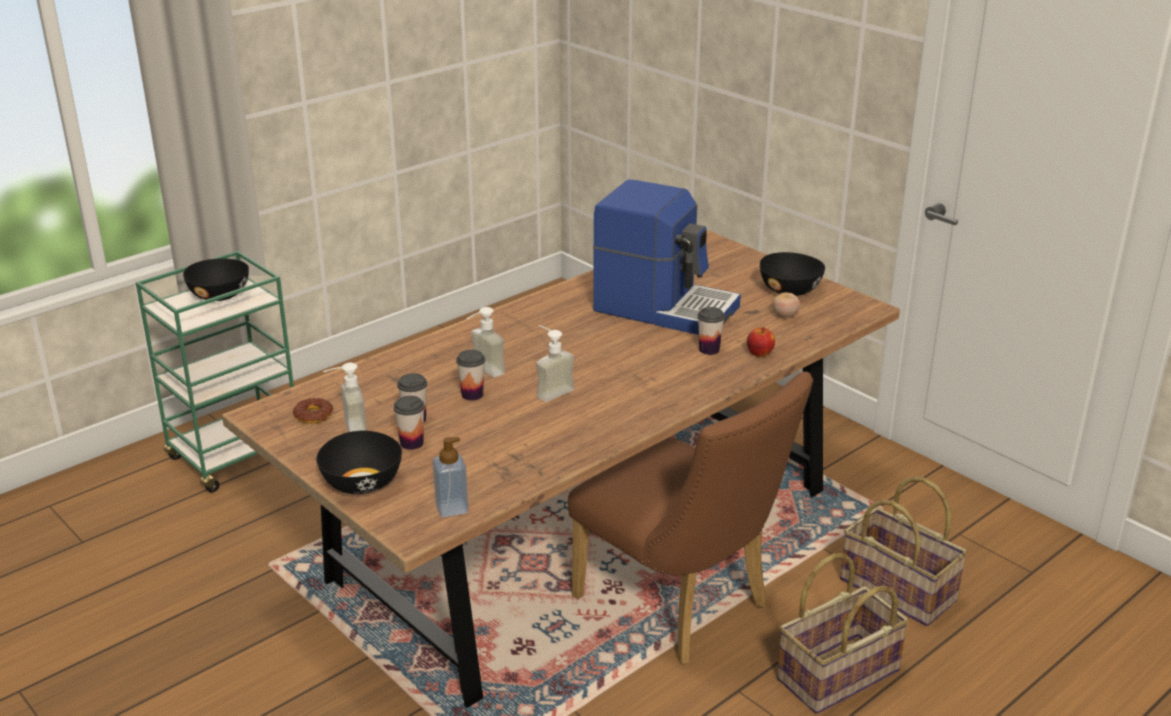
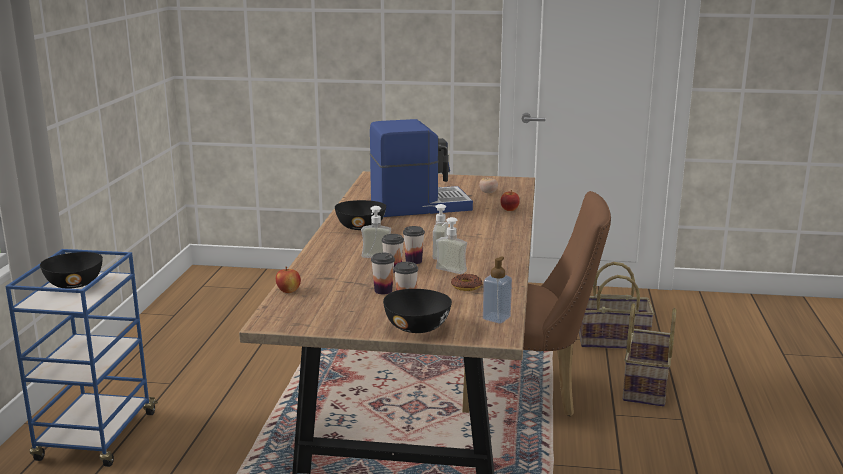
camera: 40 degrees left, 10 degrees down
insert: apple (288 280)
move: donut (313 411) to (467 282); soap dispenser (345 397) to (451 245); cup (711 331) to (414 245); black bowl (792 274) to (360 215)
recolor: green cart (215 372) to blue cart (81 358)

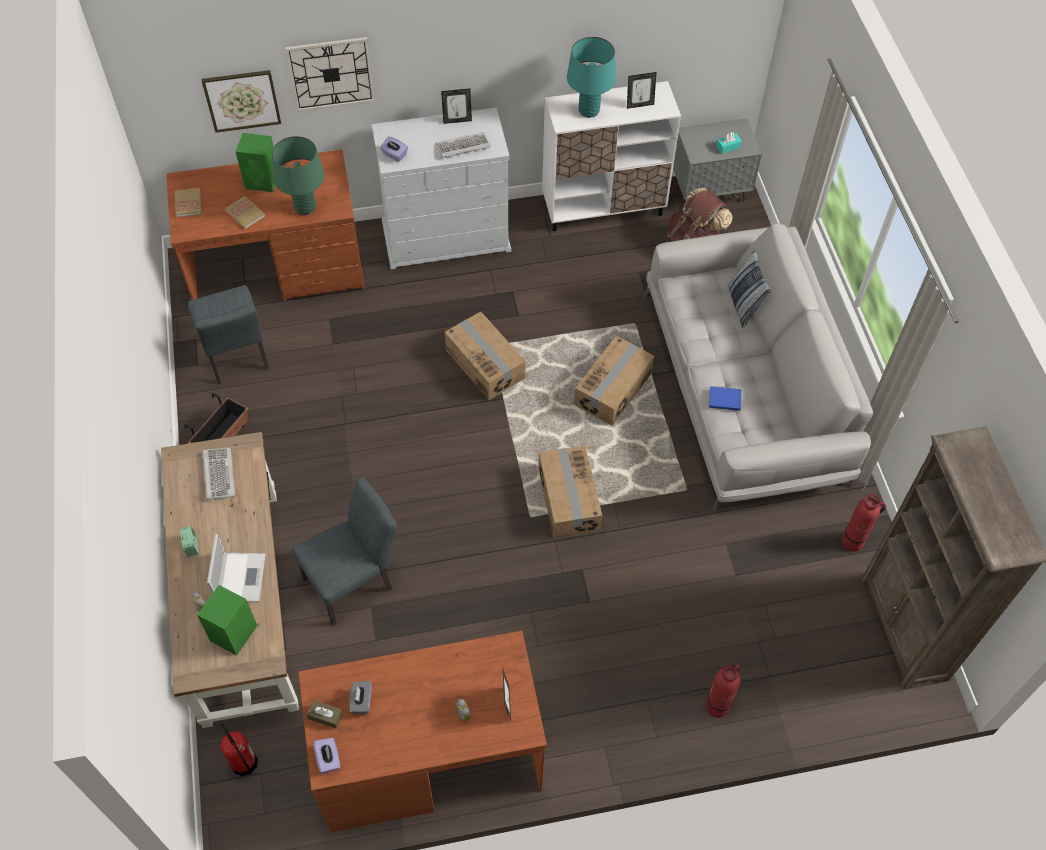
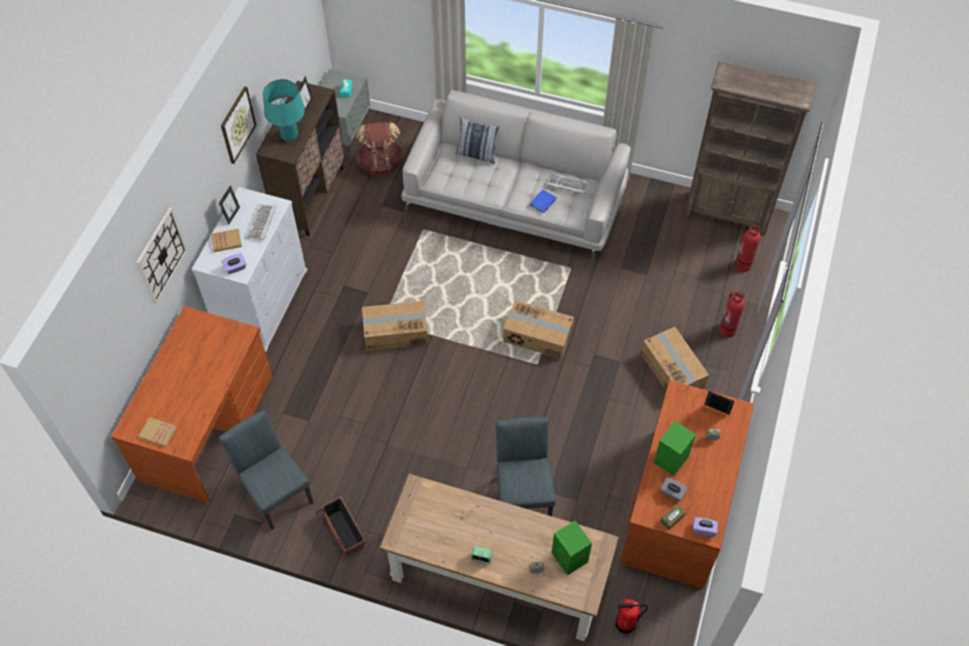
camera: 60 degrees left, 0 degrees up
delete: laptop (236 568); green table lamp (298 175)
move: picture (241 101) to (238 125); keyboard (218 473) to (568 184); book (245 212) to (226 240); green speaker (255 162) to (675 448); cardboard box (614 381) to (675 358); fire extinguisher (863 523) to (748 248)
recolor: white cabinet (611 156) to brown cabinet (300 158)
rotate: grey chair (228 334) = (266 470) 135 degrees counterclockwise

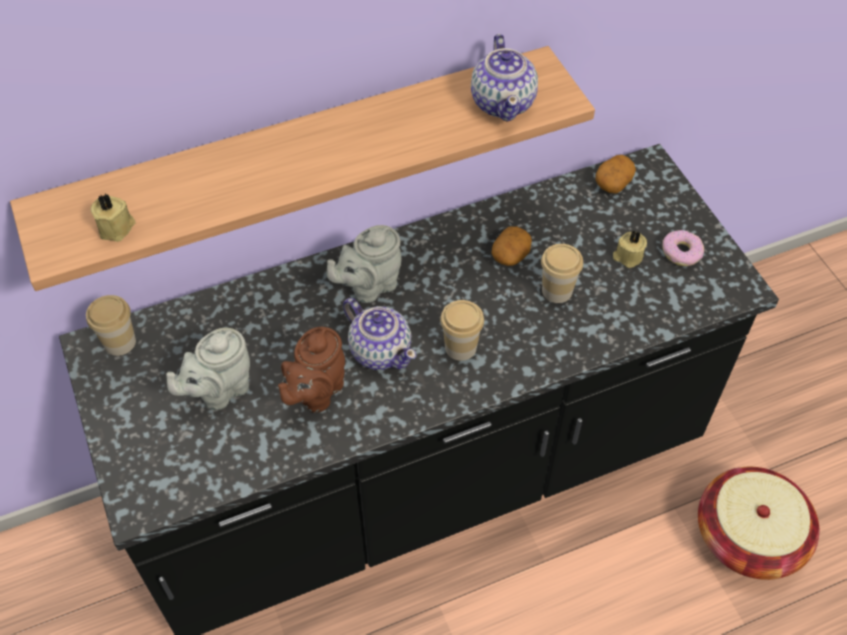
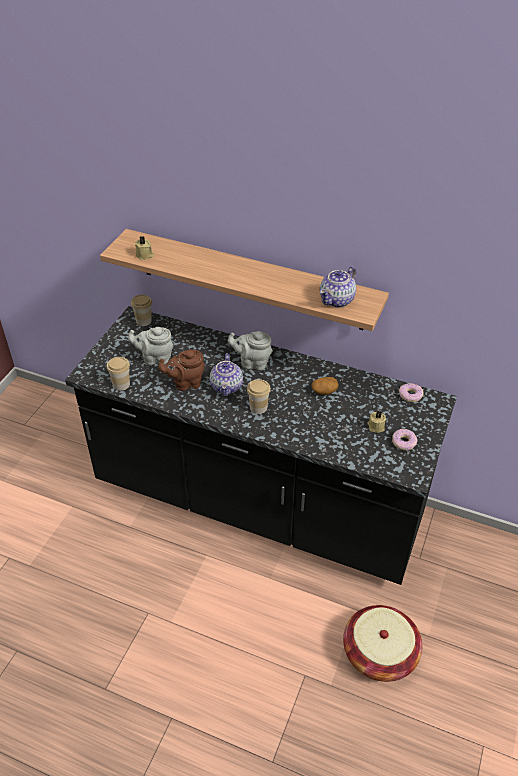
camera: 45 degrees right, 10 degrees down
move: cup (562 273) to (118 374)
replace: potato (615 174) to donut (411 392)

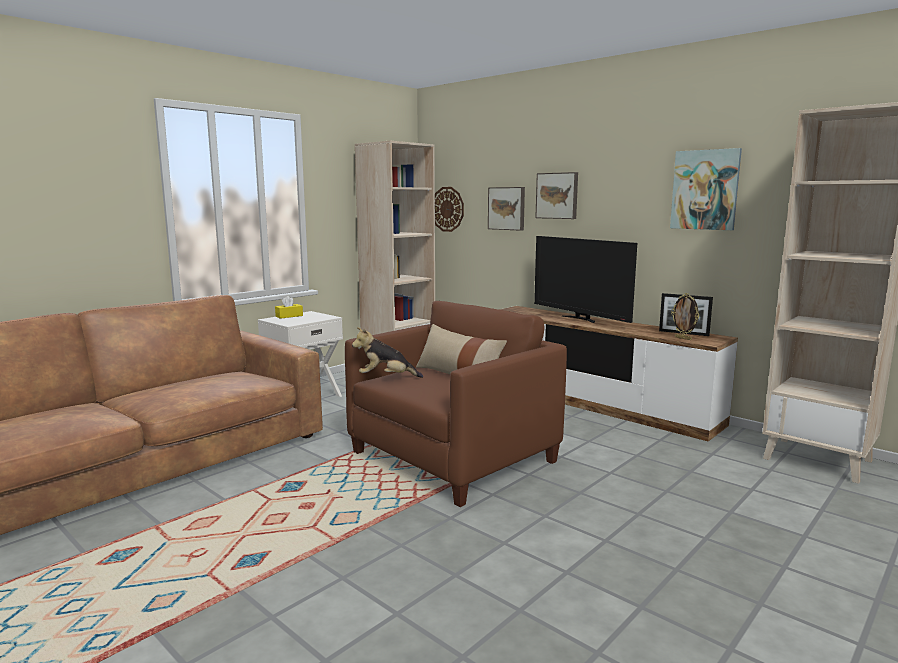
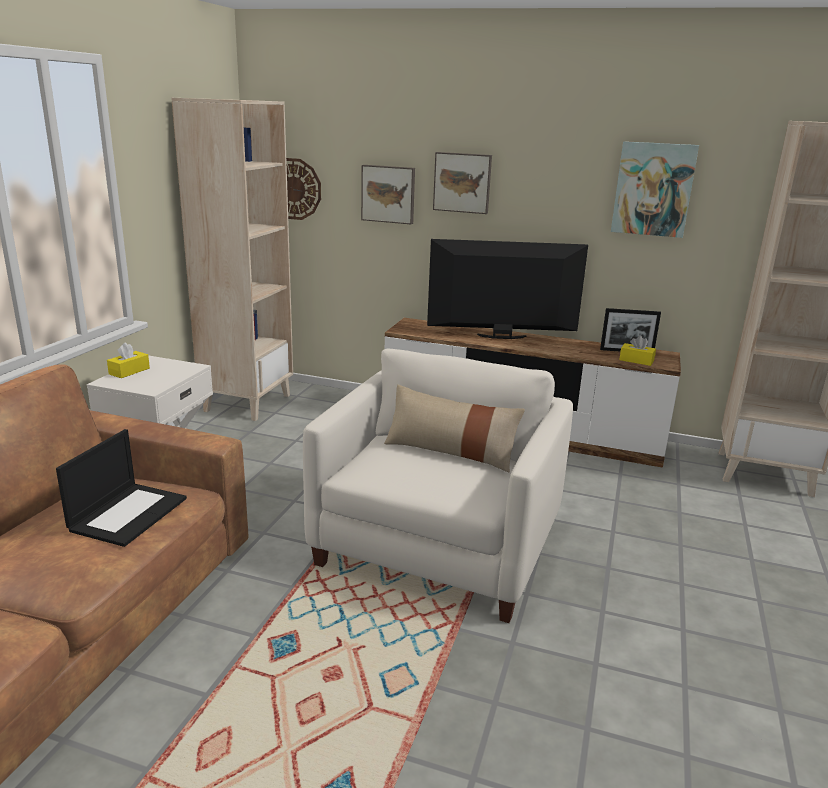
camera: 25 degrees left, 10 degrees up
delete: plush toy (387 352)
insert: laptop (121 488)
replace: picture frame (685 316) to yellow tissue box (637 351)
recolor: brown armchair (456 404) to white armchair (438 486)
rotate: television (585 279) = (507 289) 150 degrees clockwise

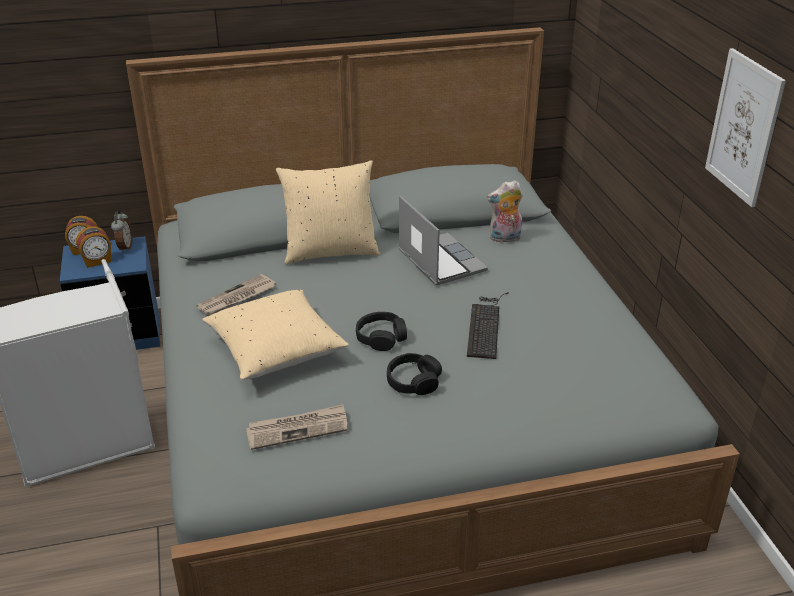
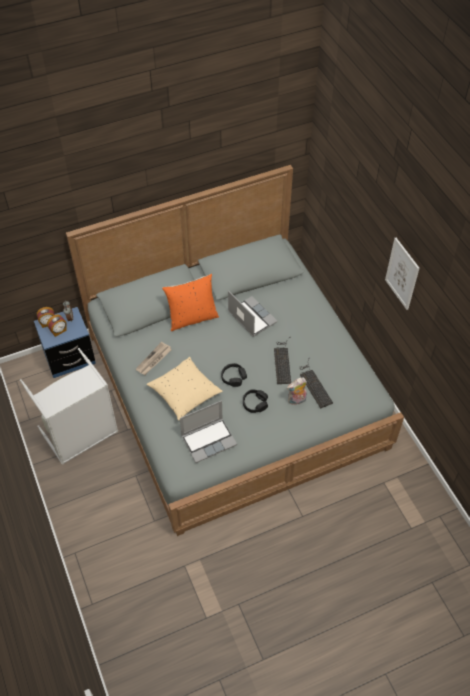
camera: 10 degrees left, 20 degrees up
insert: keyboard (316 383)
move: plush toy (505 211) to (297 391)
replace: newspaper (296 427) to laptop (208 431)
recolor: beige pillow (328 212) to orange pillow (190 302)

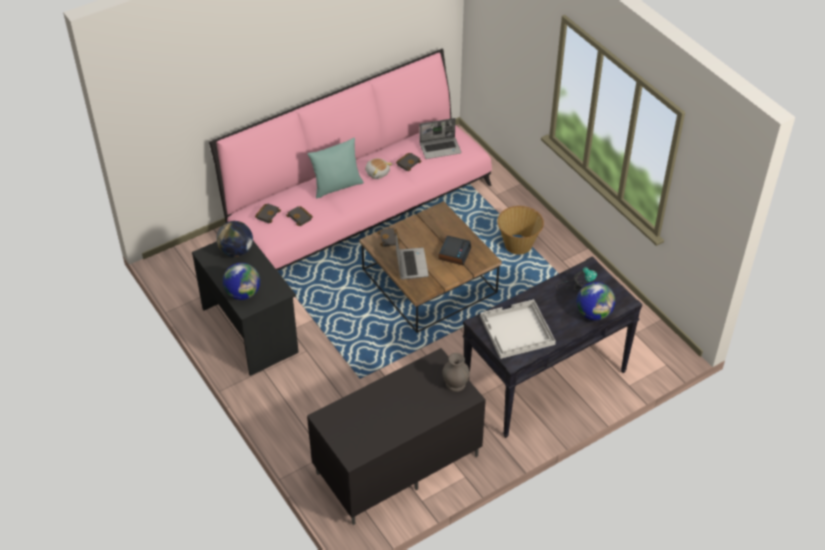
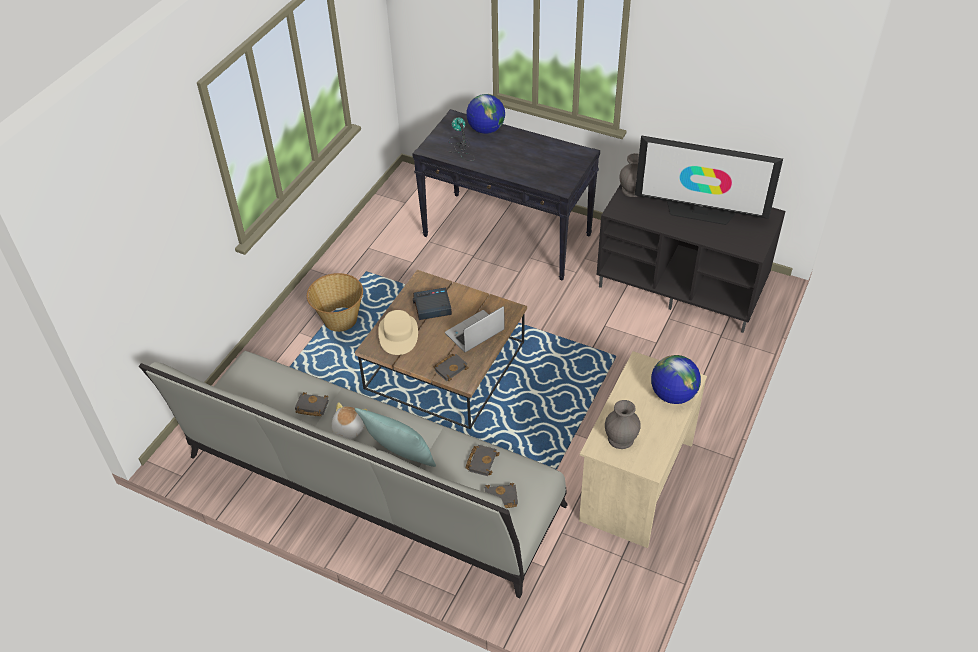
camera: 120 degrees left, 0 degrees up
delete: laptop (440 138); white tray (518 329)
insert: beige hat (398 332); television (709 180)
replace: globe (234 239) to grey vase (623 424)
recolor: black desk (245 308) to beige desk (643 449); pink sofa (350 160) to grey sofa (353 474)

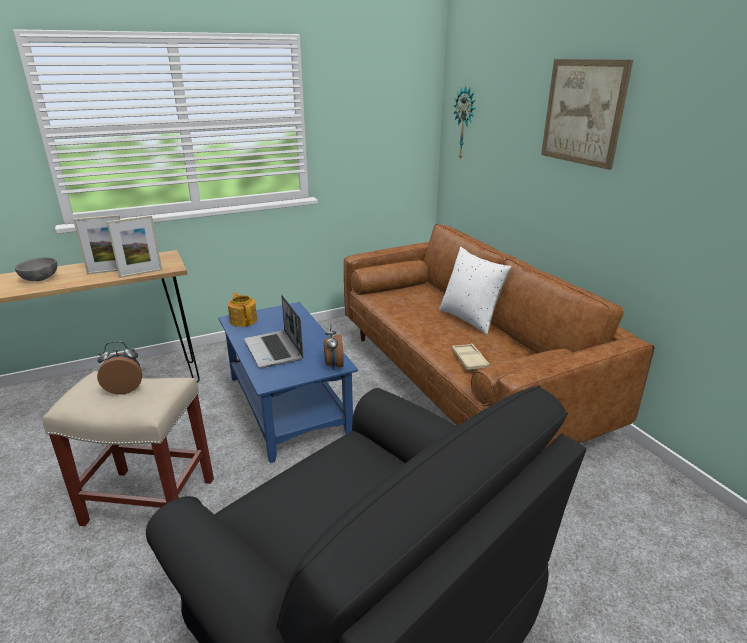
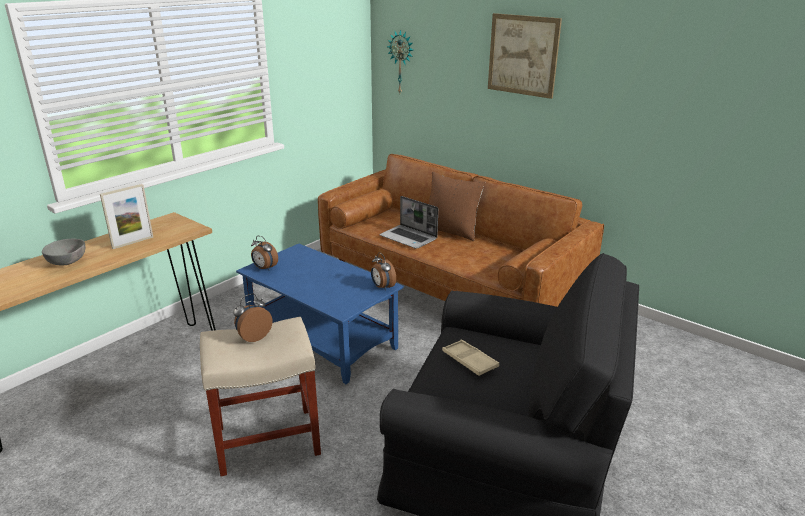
camera: 25 degrees left, 0 degrees up
delete: picture frame (134 246)
move: laptop (273 331) to (408 222); beige tray (470 357) to (470 357)
replace: teapot (242 309) to alarm clock (264 253)
recolor: white pillow (475 291) to brown pillow (457 206)

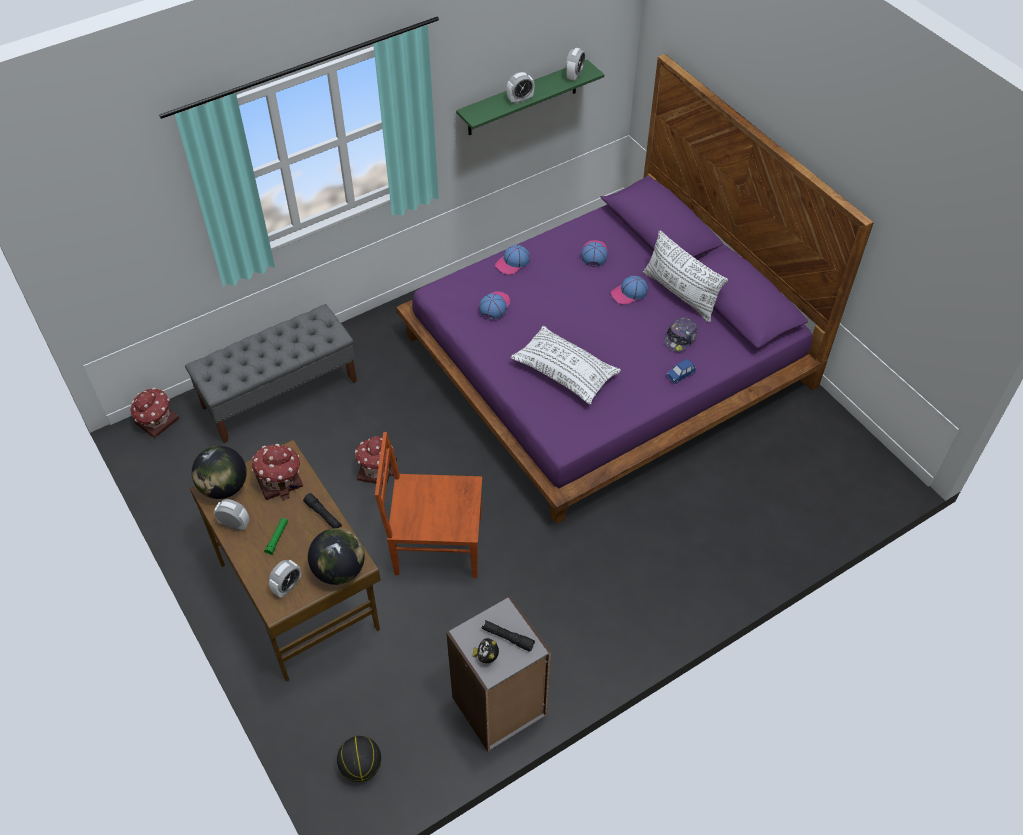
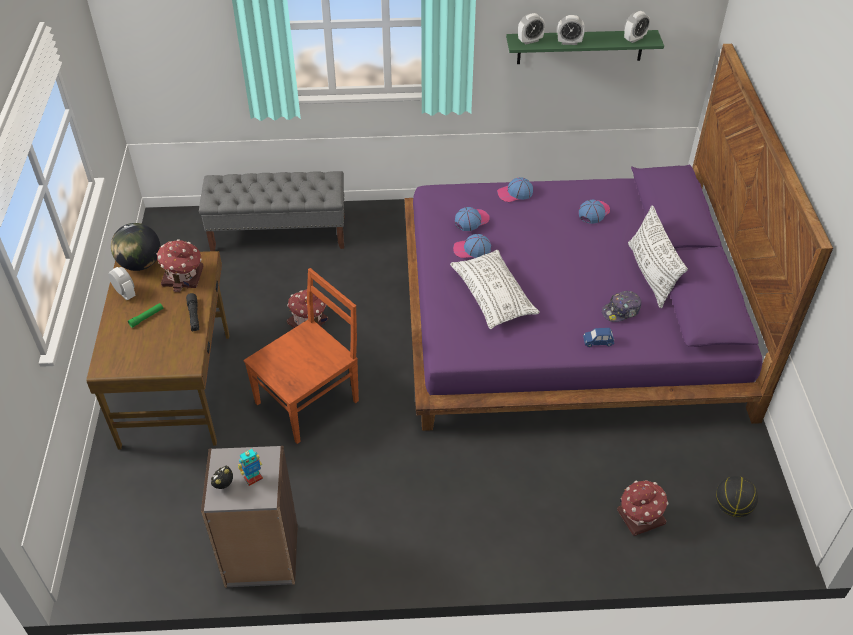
camera: 30 degrees right, 5 degrees down
delete: globe (336 556)
move: toy house (154 412) to (642 508); alarm clock (285 579) to (531 29); basketball (359 759) to (737 496); cap (629 290) to (472 246)
replace: black flashlight (508 636) to toy robot (250 467)
rotate: brown chair (428 505) = (301 356) 105 degrees clockwise

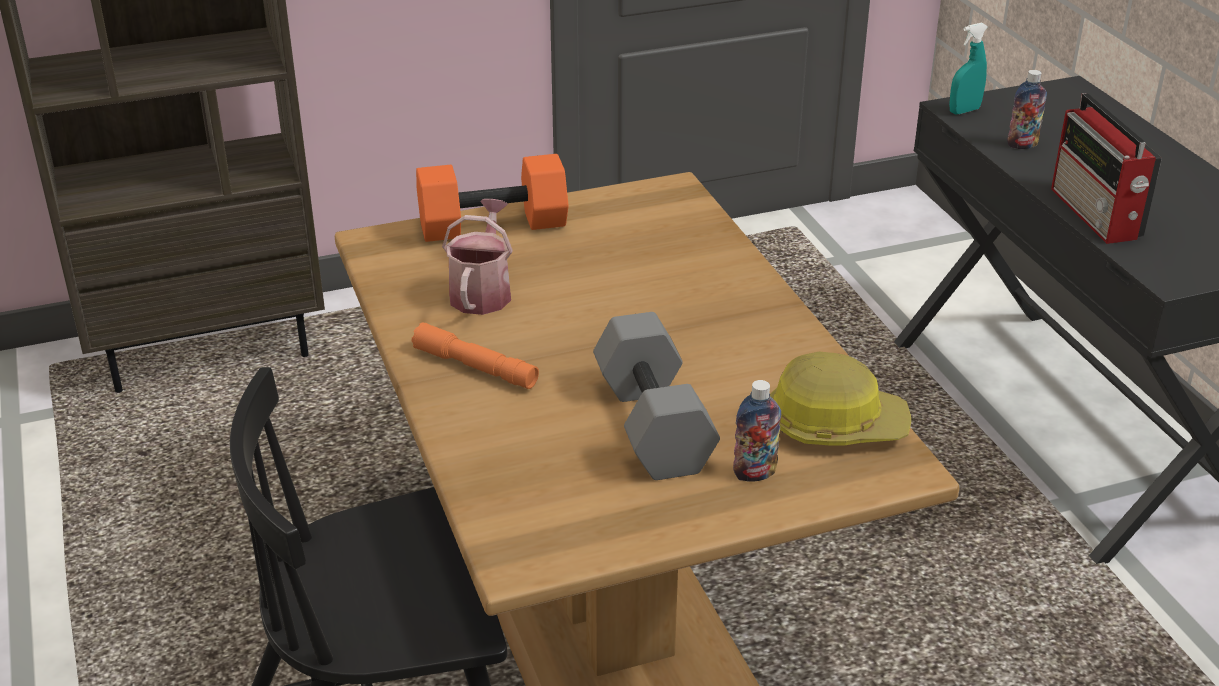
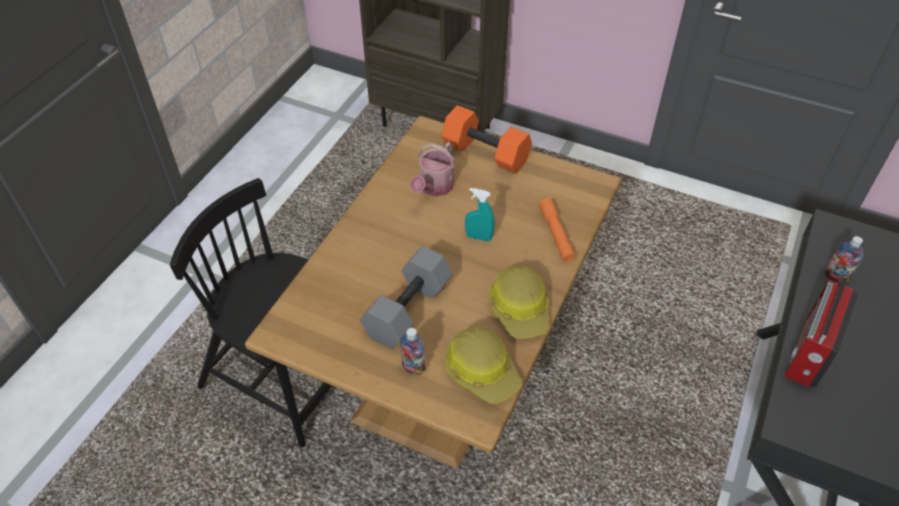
camera: 45 degrees right, 15 degrees up
insert: hard hat (518 302)
move: orange flashlight (475 355) to (557 230); turquoise spray bottle (968 68) to (479 214)
rotate: watering can (477 257) = (432 169) 150 degrees clockwise

